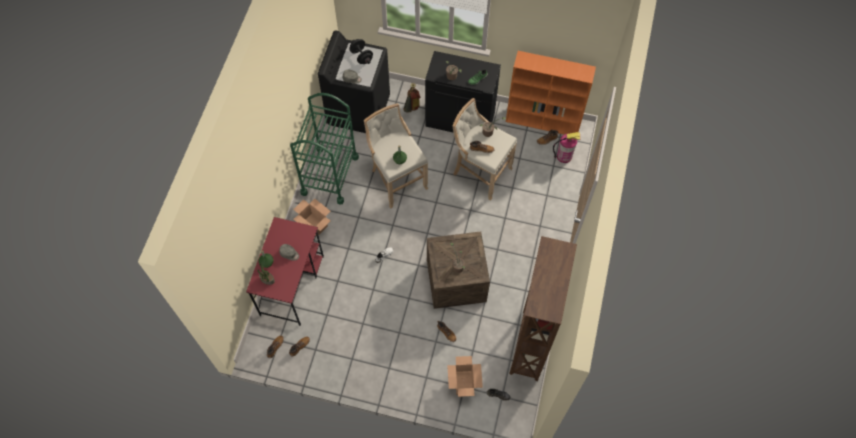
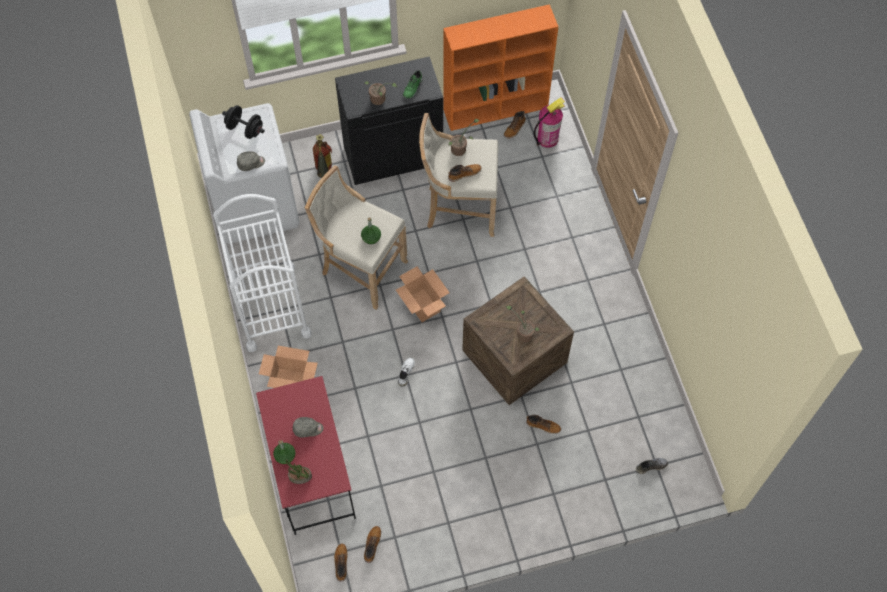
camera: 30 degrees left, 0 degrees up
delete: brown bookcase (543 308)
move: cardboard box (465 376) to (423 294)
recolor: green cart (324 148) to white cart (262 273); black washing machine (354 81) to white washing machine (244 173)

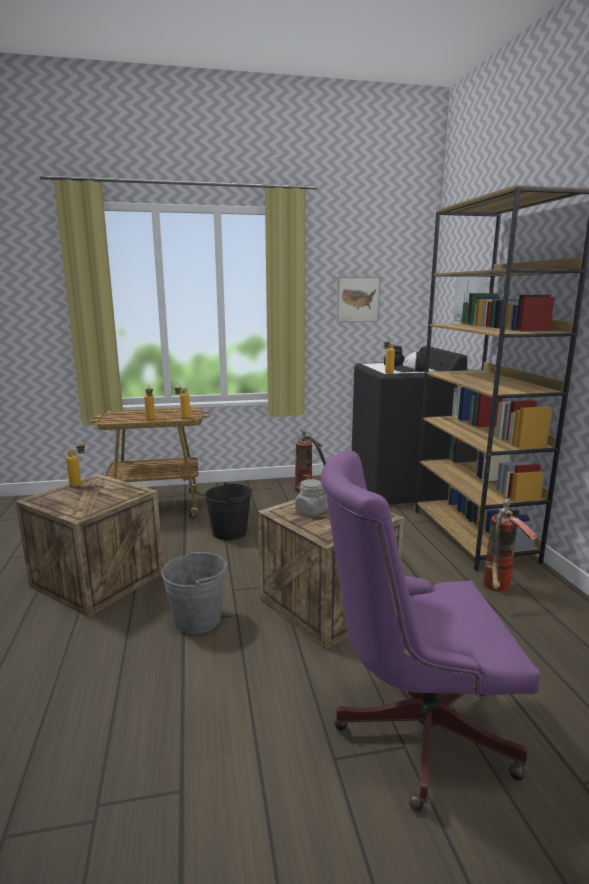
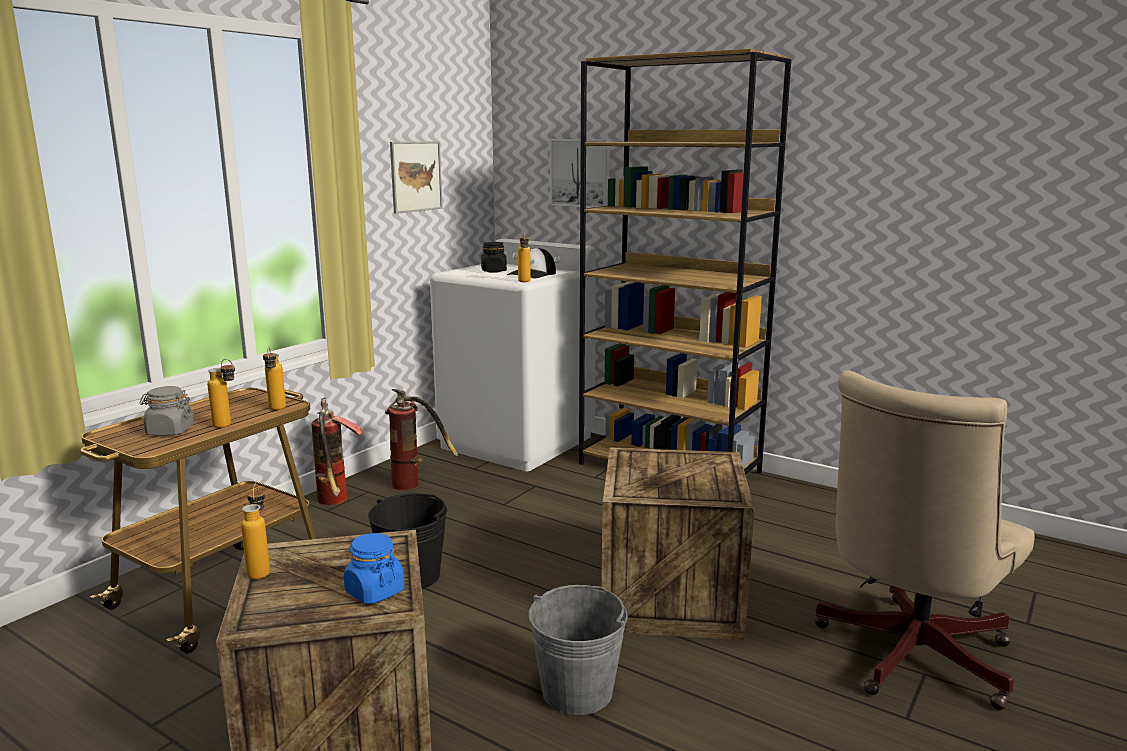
camera: 45 degrees left, 0 degrees up
insert: blue jar (374 568)
move: grey jar (311 497) to (166 411); fire extinguisher (510 545) to (337 451)
recolor: purple office chair (430 630) to beige office chair (925 540); black washing machine (410 425) to white washing machine (513 354)

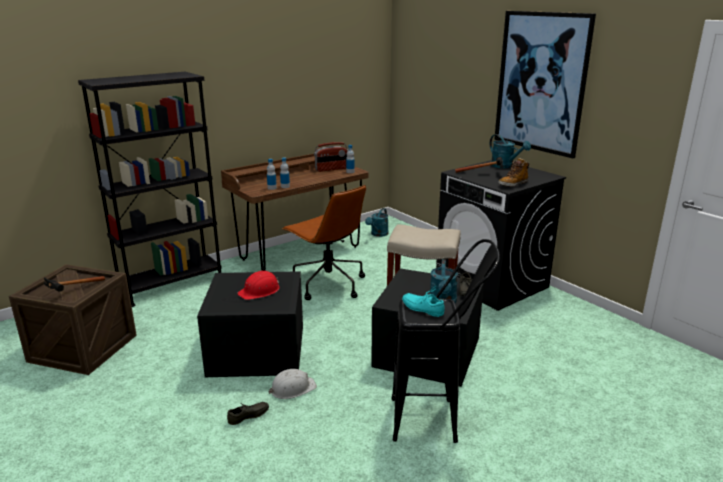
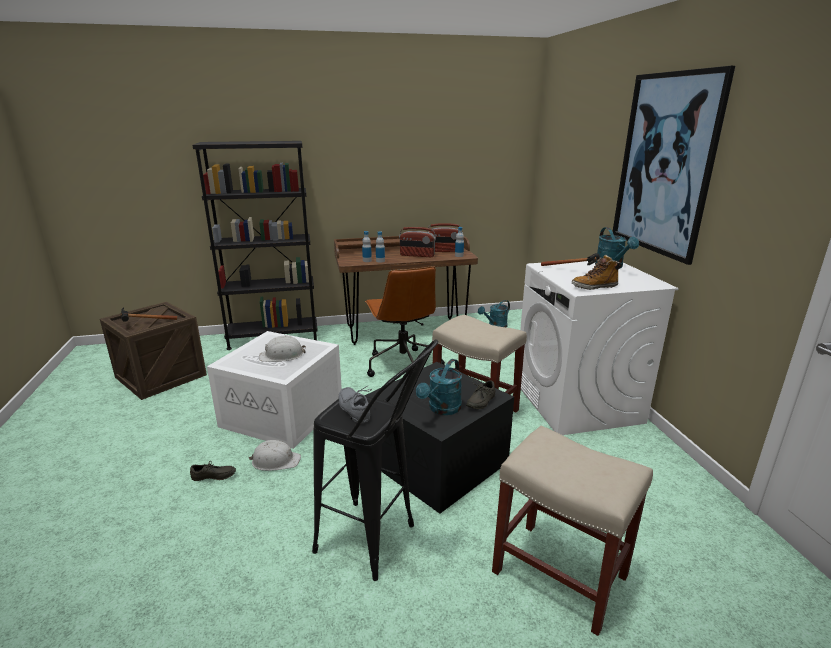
camera: 25 degrees right, 0 degrees up
insert: radio (417 242); beige stool (572 530)
recolor: black storage box (250 324) to white storage box (274 390); red hard hat (258 285) to white hard hat (282 348); turquoise shoe (423 302) to grey shoe (355 404); black washing machine (501 235) to white washing machine (599 348)

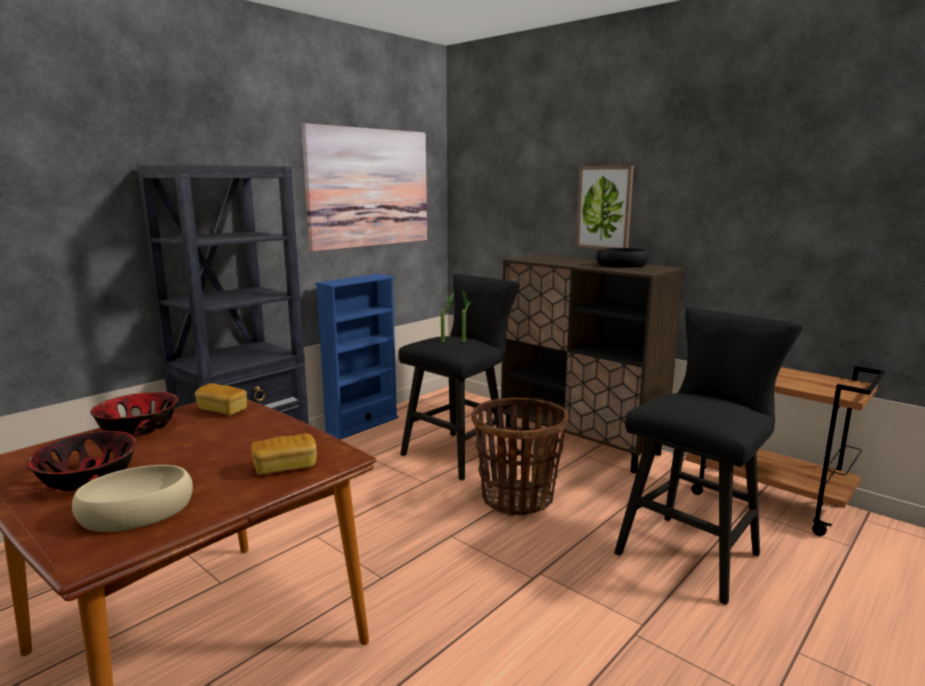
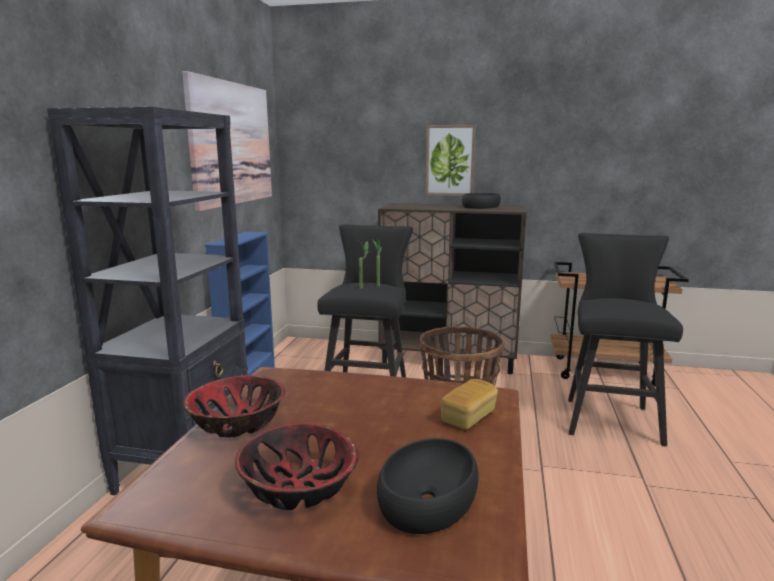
camera: 30 degrees left, 0 degrees up
delete: bread (221 399)
recolor: beige bowl (132 498) to black bowl (428 486)

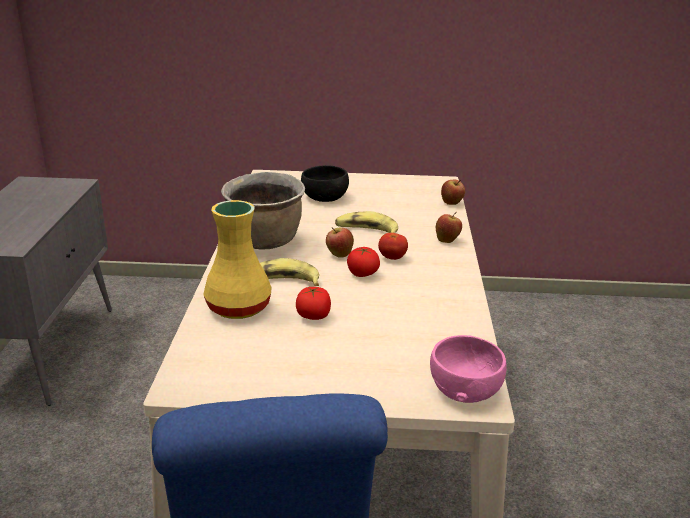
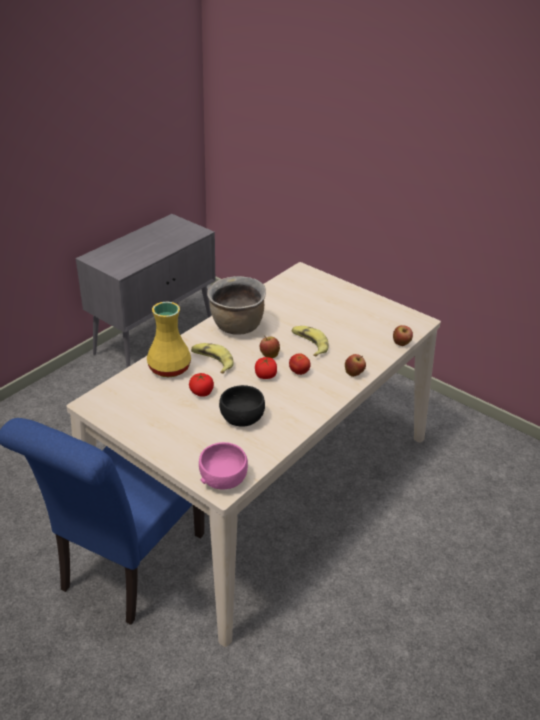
camera: 35 degrees right, 10 degrees up
move: black bowl (325 183) to (242 406)

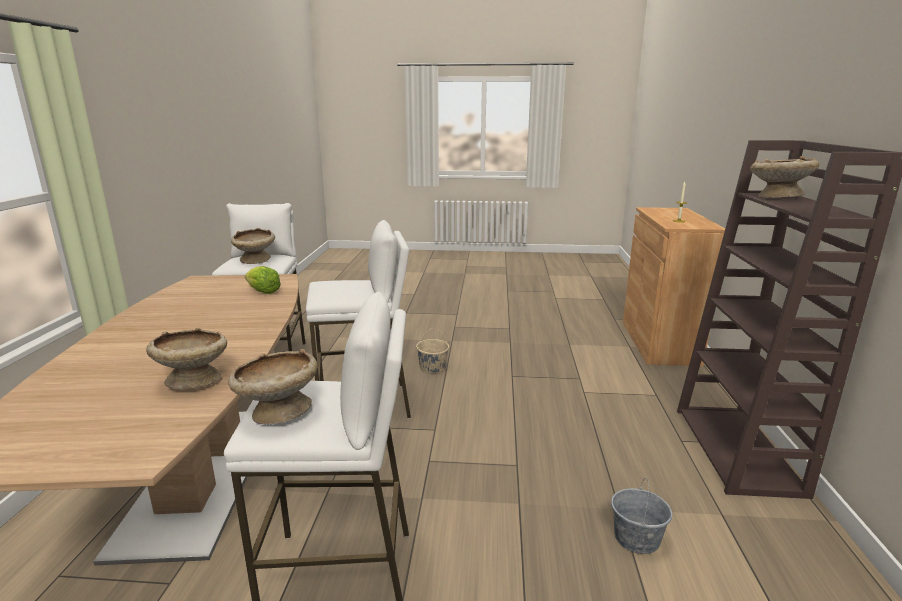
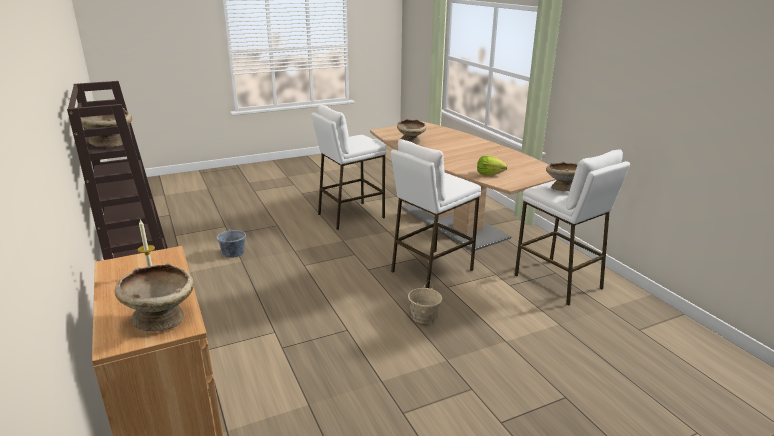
camera: 150 degrees right, 5 degrees up
move: beige bowl (273 386) to (154 297)

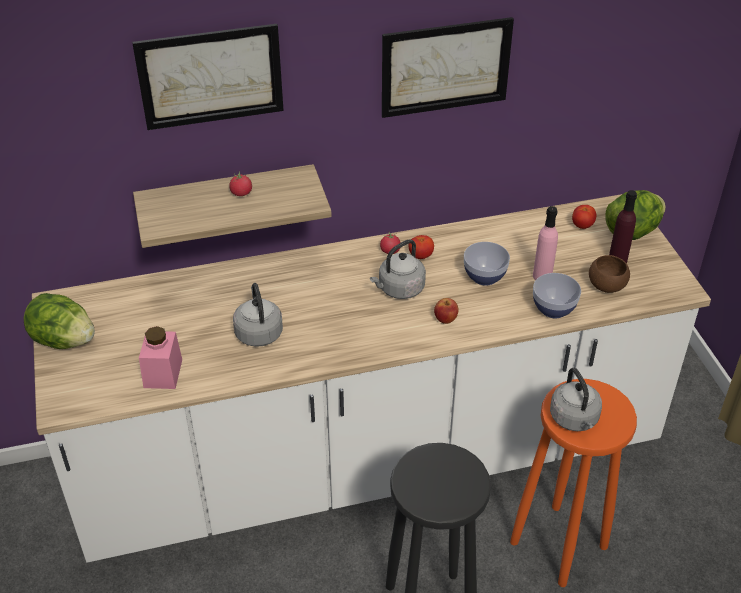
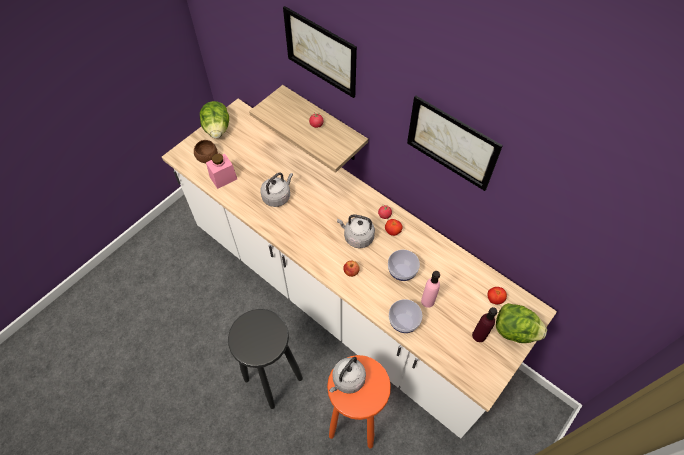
camera: 55 degrees right, 15 degrees up
move: brown bowl (609 274) to (206 151)

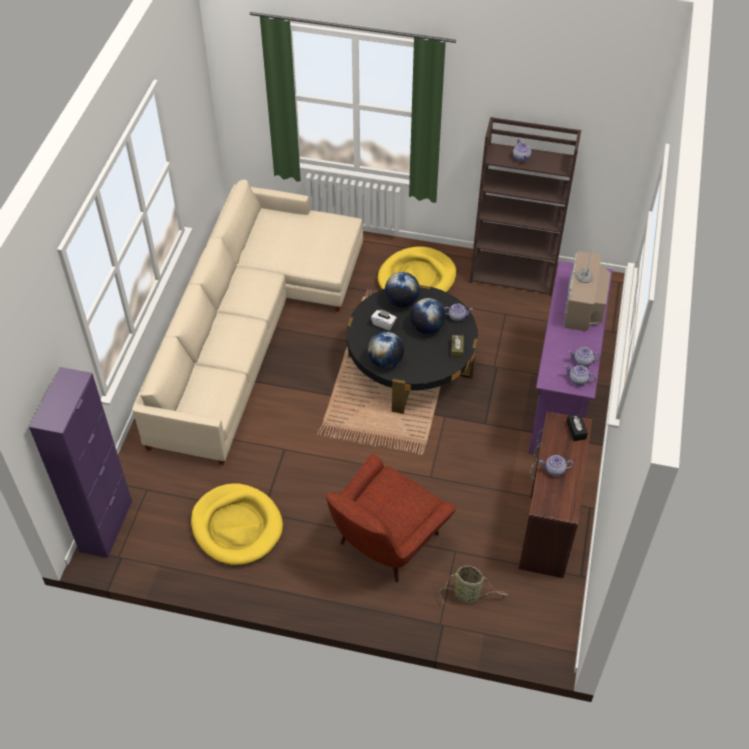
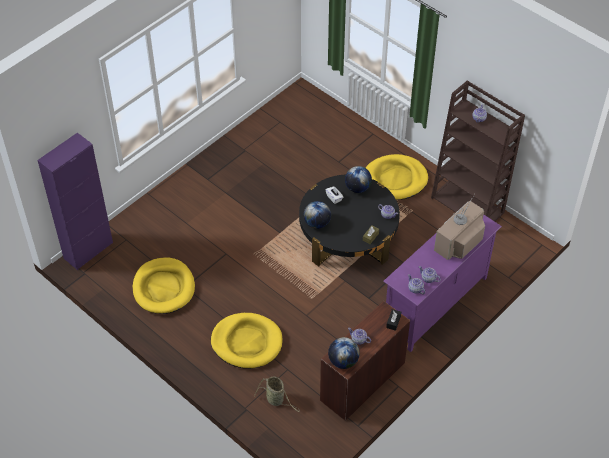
camera: 30 degrees right, 0 degrees up
delete: beige sofa (247 322)
move: globe (428 316) to (344 353)
replace: red armchair (390 518) to yellow dog bed (246 341)

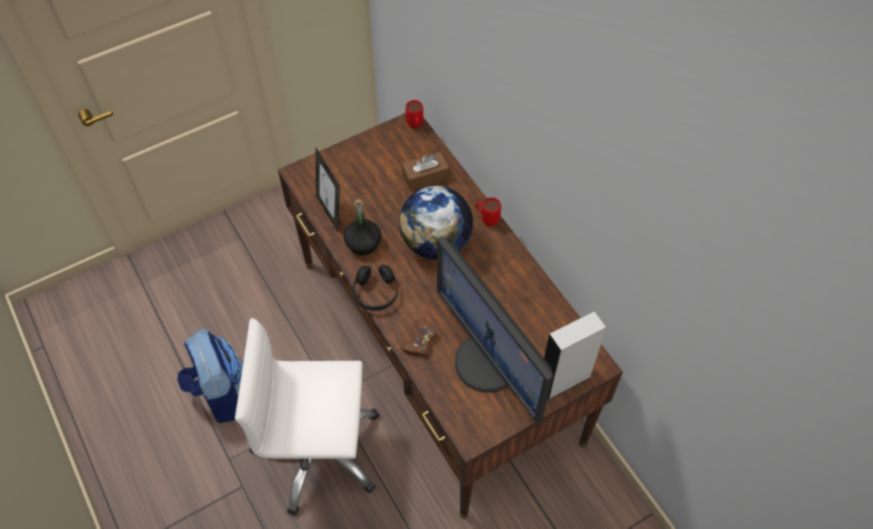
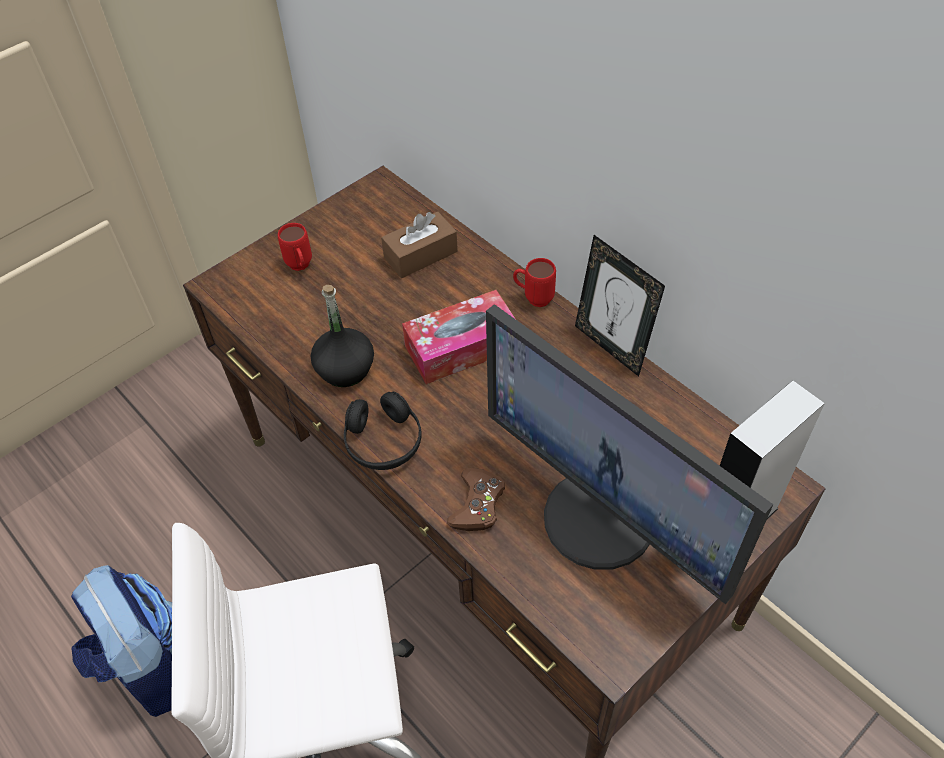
camera: 10 degrees left, 5 degrees down
move: picture frame (328 190) to (620 306); red mug (414 114) to (295 247)
replace: globe (436 223) to tissue box (458 337)

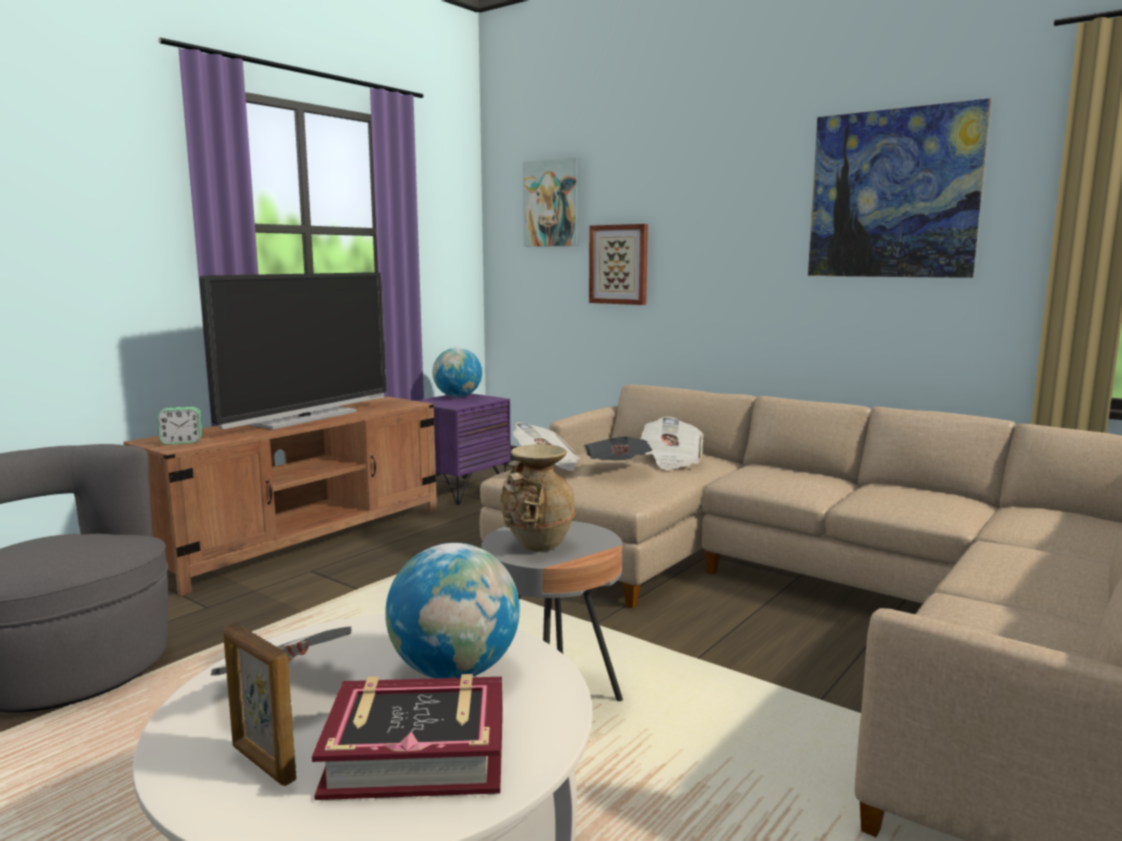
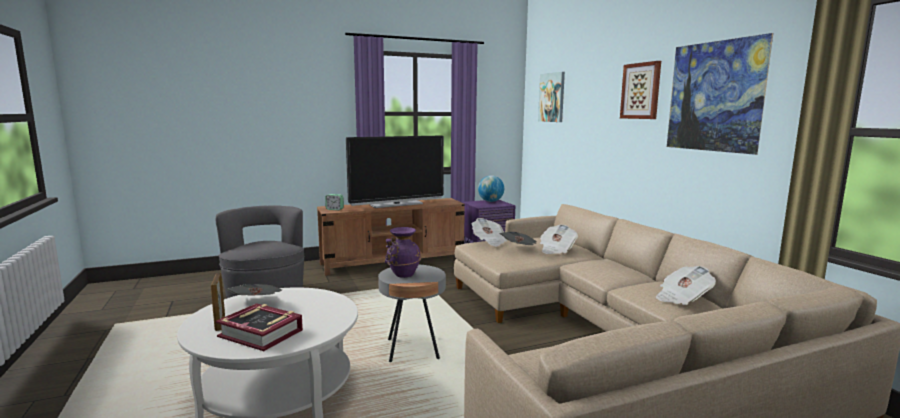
camera: 30 degrees right, 0 degrees up
delete: globe (452 610)
insert: newspaper (685 285)
move: picture (618 264) to (640 90)
recolor: beige vase (538 498) to purple vase (403 252)

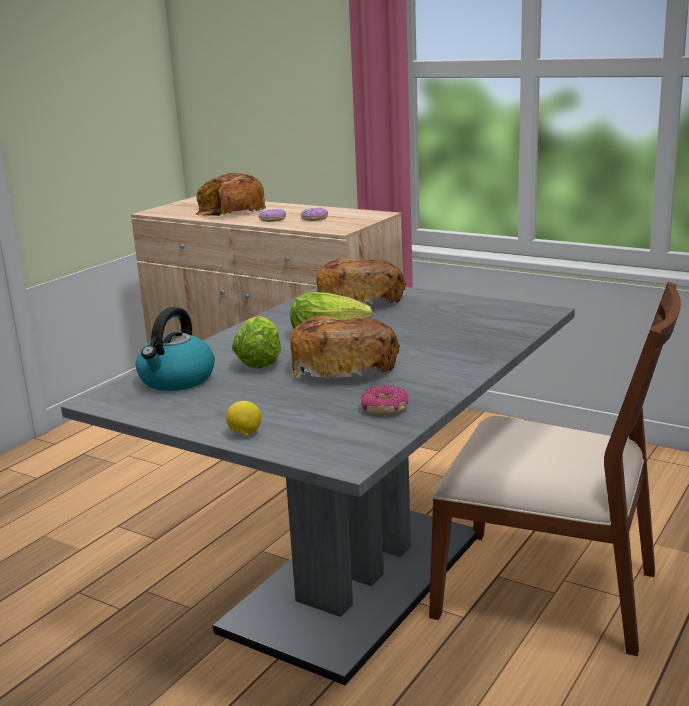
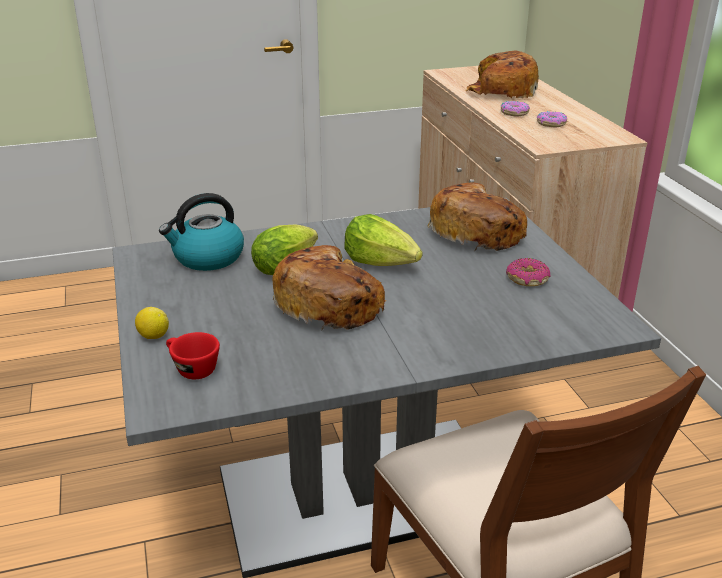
camera: 40 degrees right, 10 degrees up
insert: red cup (193 355)
move: donut (385 400) to (528 272)

